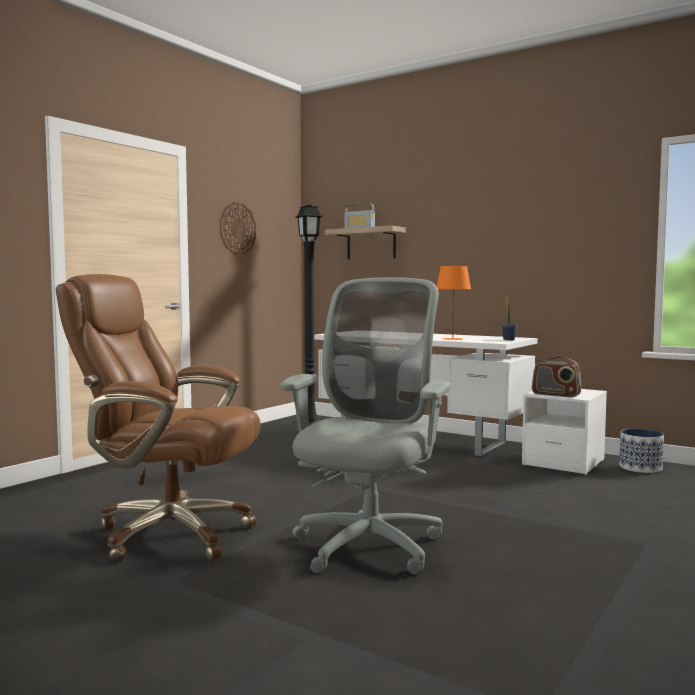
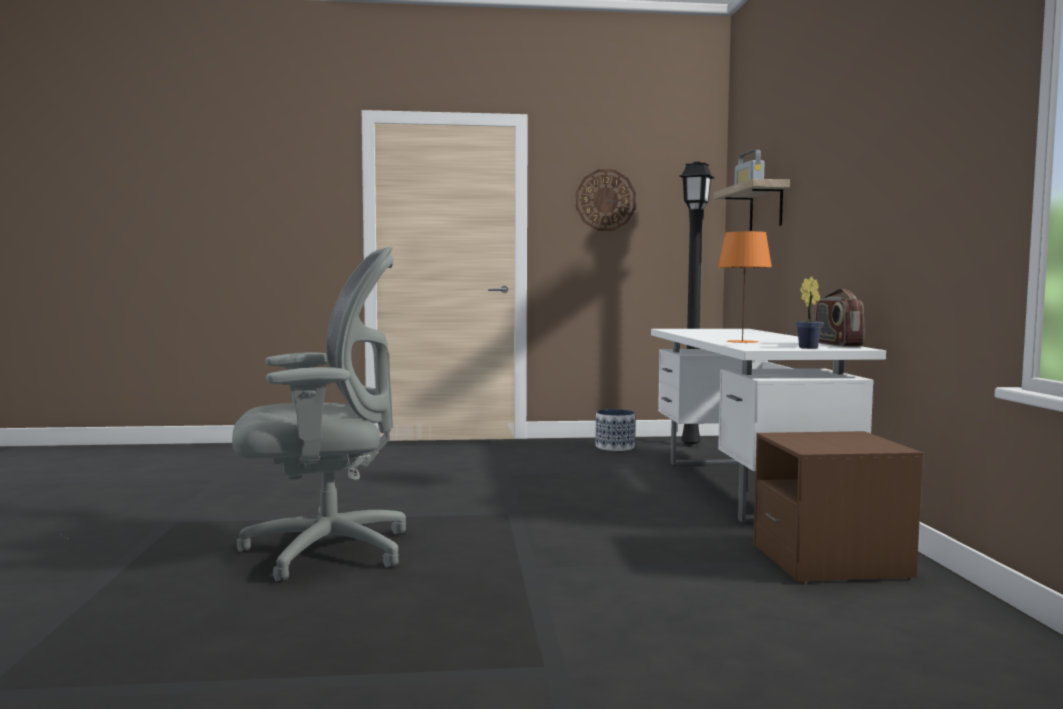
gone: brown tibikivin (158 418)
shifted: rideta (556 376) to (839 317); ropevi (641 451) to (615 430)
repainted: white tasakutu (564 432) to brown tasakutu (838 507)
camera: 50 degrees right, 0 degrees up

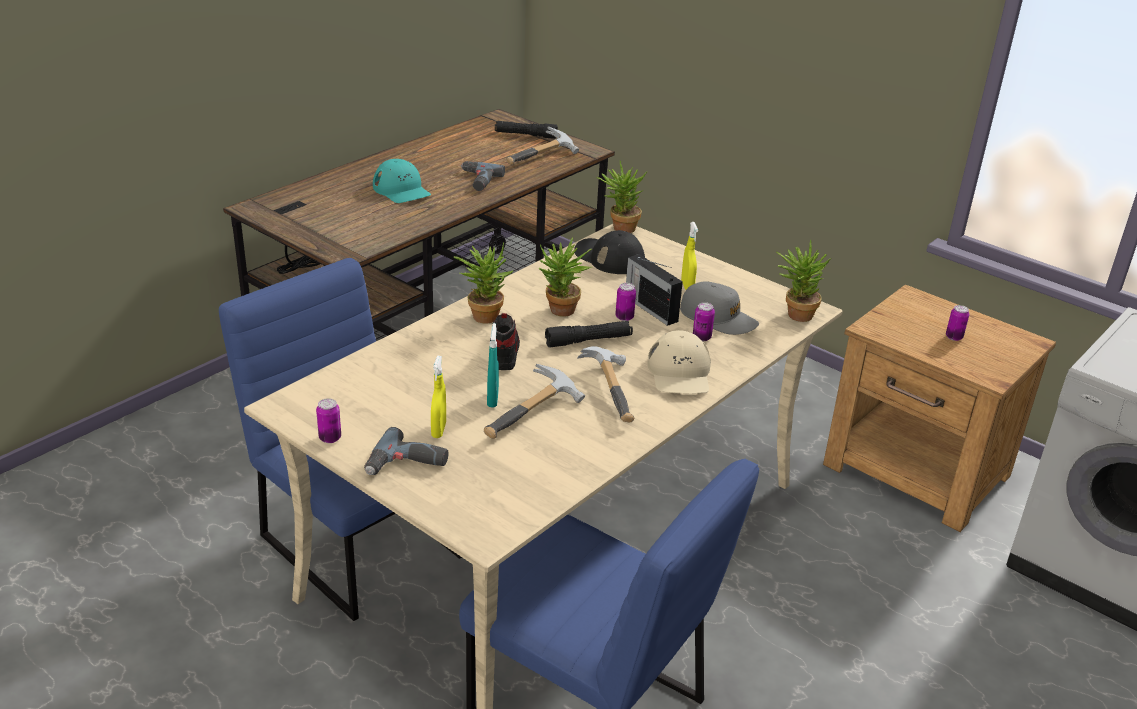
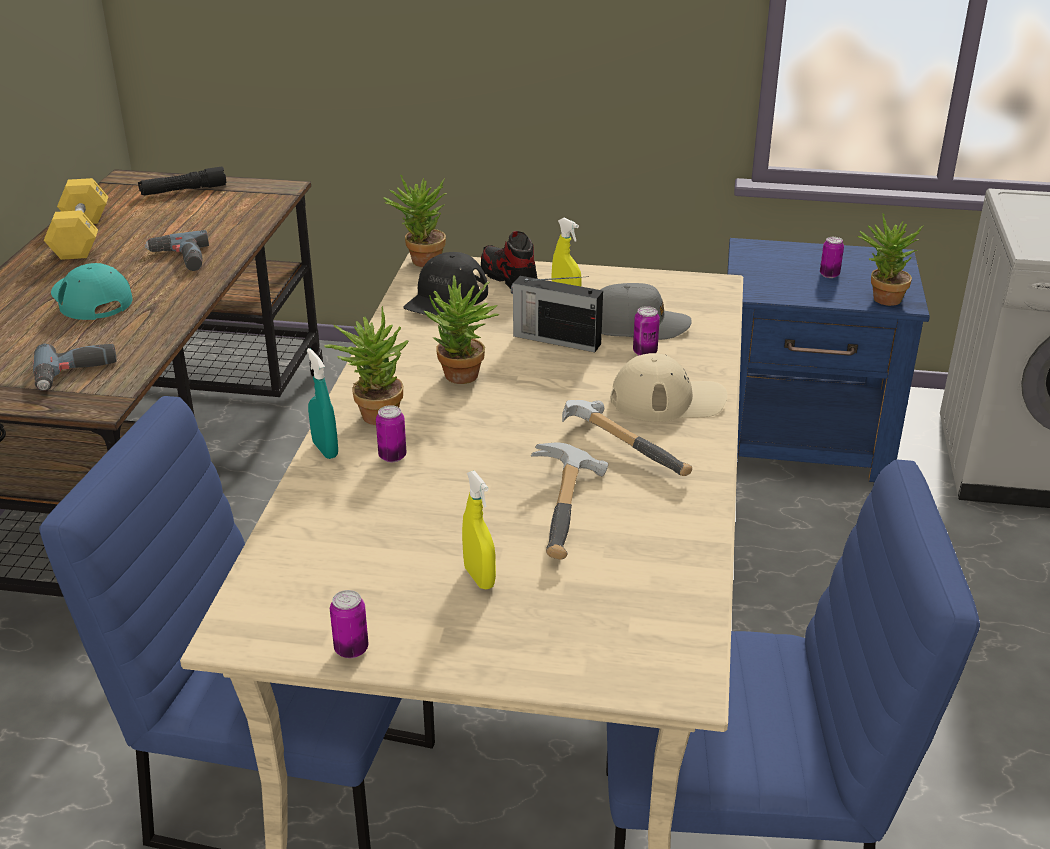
gone: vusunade (542 145); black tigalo (589 334)
new: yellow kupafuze (76 219)
shifted: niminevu (406 451) to (75 367); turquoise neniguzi (493 365) to (322 403); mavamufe (505 341) to (509 260); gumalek (625 302) to (391 433); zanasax (803 281) to (890 260)
repainted: brown tasakutu (939 408) to blue tasakutu (828 360)
rotated: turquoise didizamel (402 181) = (91 291) 150 degrees counterclockwise; black didizamel (609 252) = (445 284) 75 degrees counterclockwise; beige didizamel (679 362) = (669 387) 60 degrees counterclockwise
camera: 30 degrees left, 0 degrees up

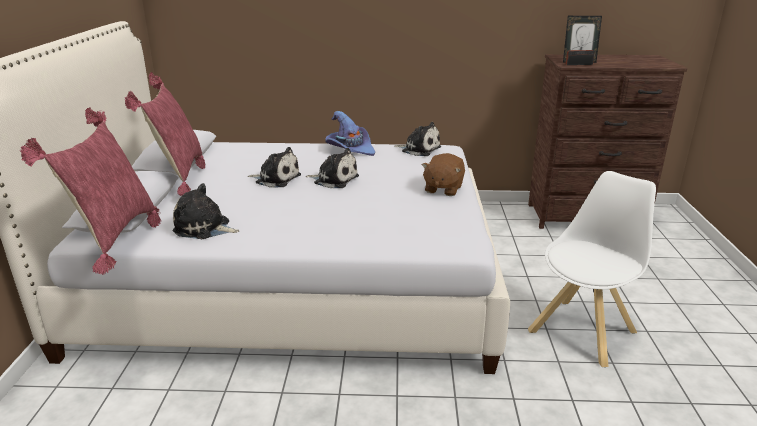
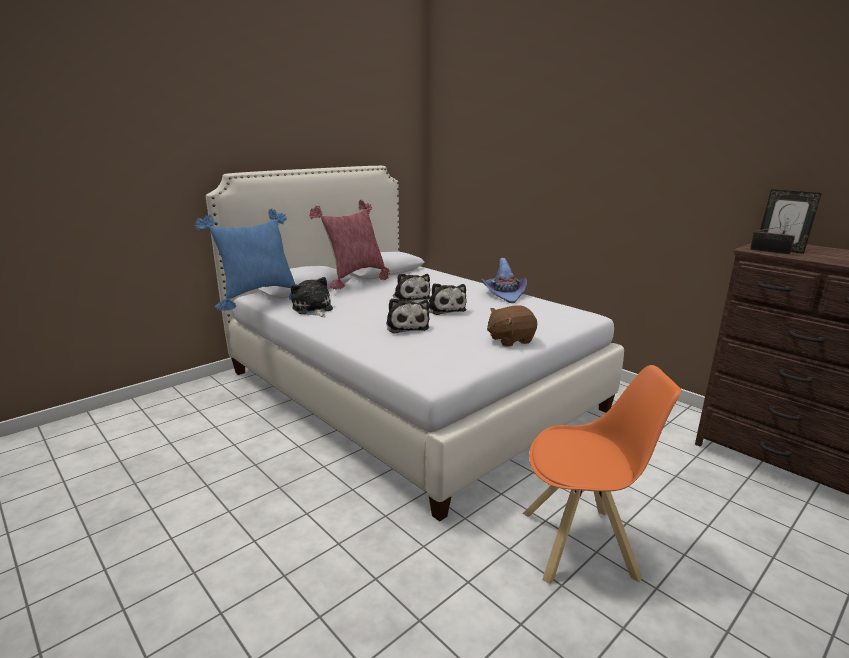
shifted: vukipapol (417 139) to (408 316)
repainted: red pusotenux (91 192) to blue pusotenux (245 259); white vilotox (592 269) to orange vilotox (602 474)
camera: 45 degrees right, 5 degrees down

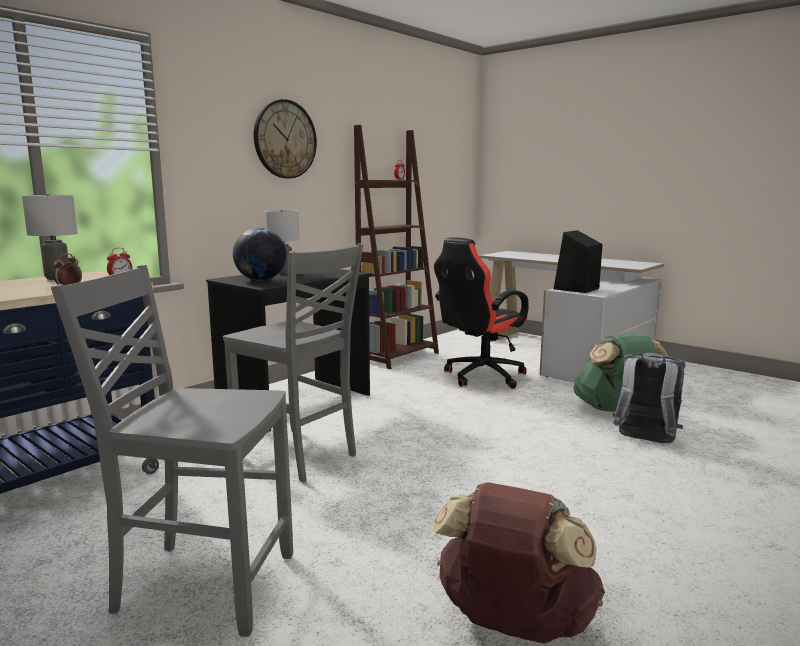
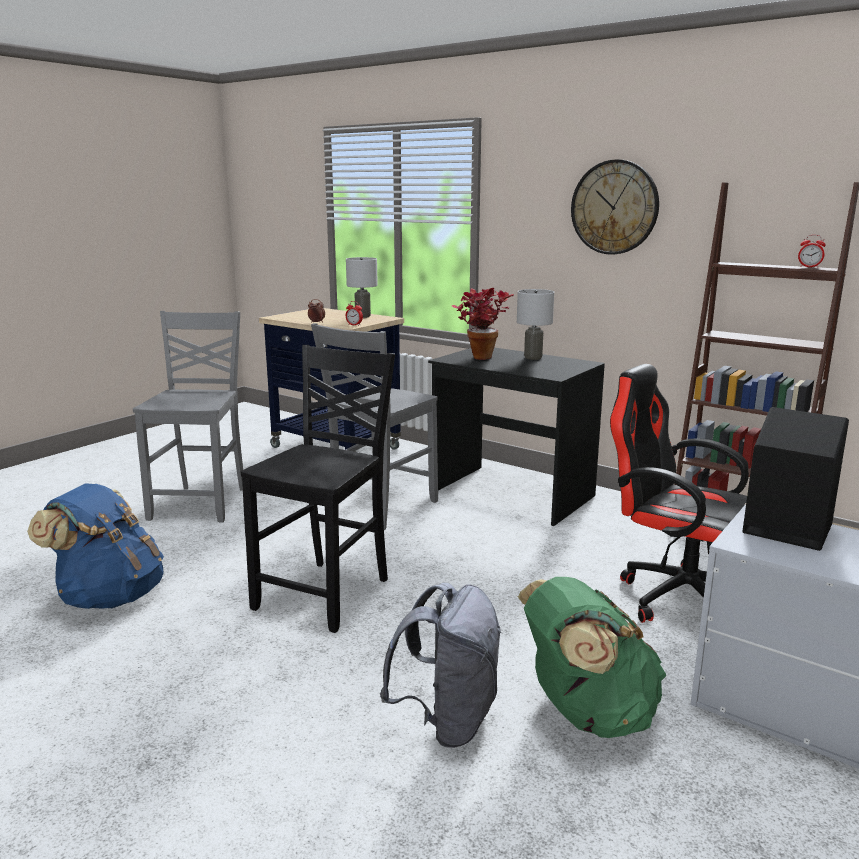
new: black vilotox (318 489)
swapped: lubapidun (260 254) to zanasax (483 324)
repainted: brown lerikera (518 563) to blue lerikera (95 546)
camera: 85 degrees right, 5 degrees up

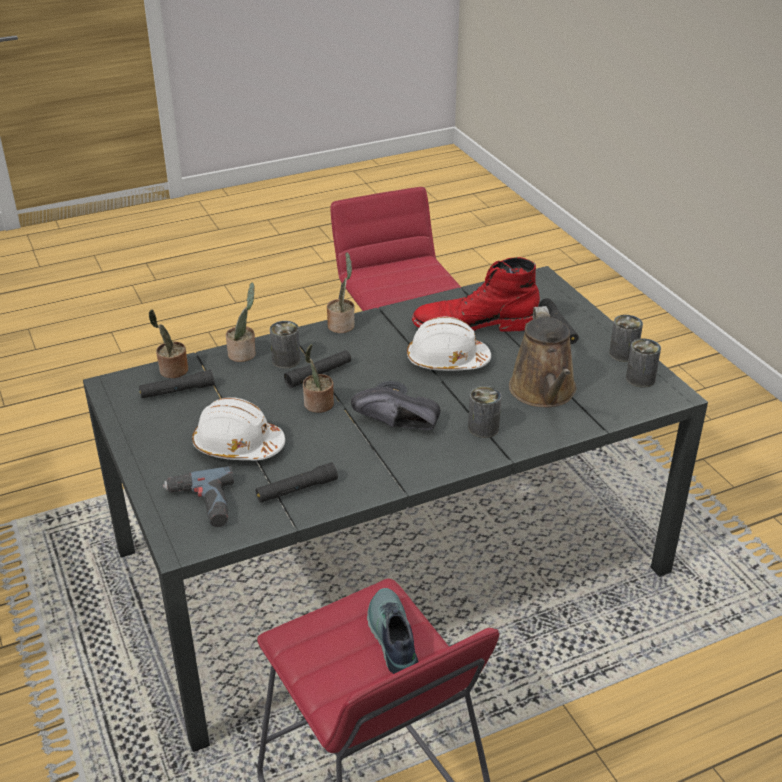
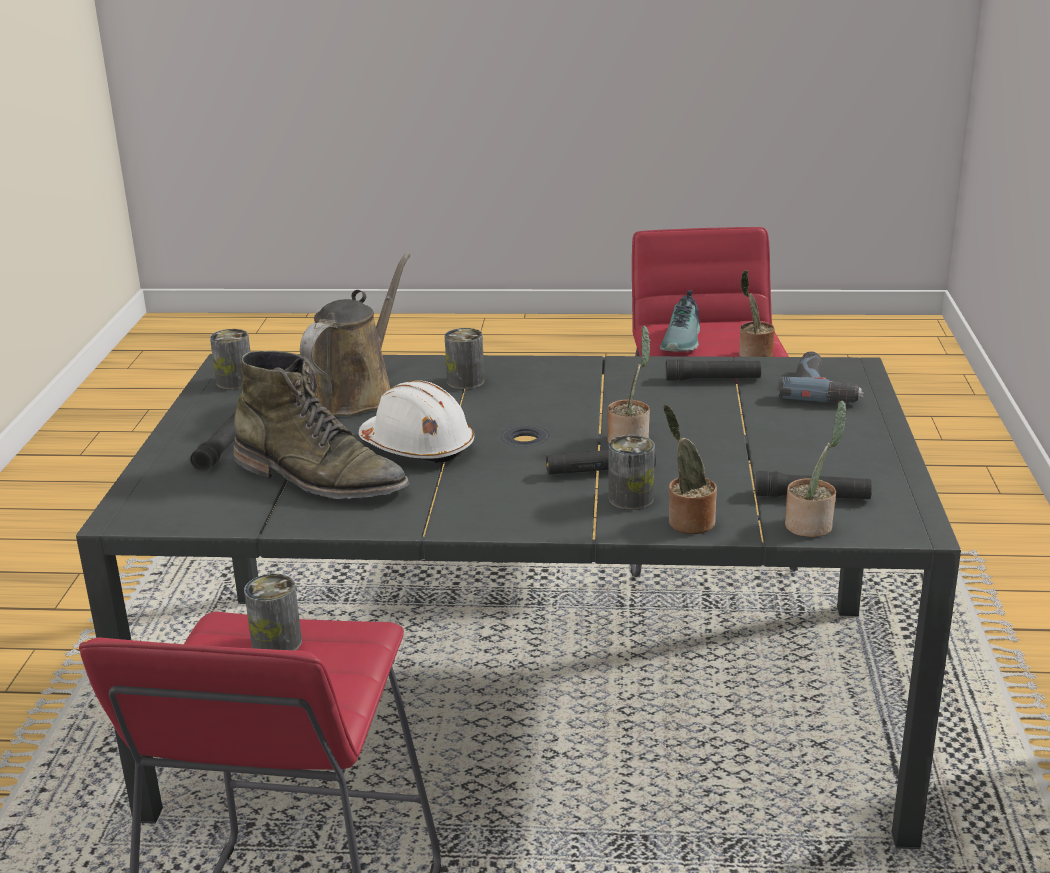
gone: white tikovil (238 428); black mavamufe (395 408)
shifted: zanasax (341 292) to (757 313); gumalek (626 338) to (273 612)
repainted: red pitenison (476 294) to green pitenison (322 425)
camera: 150 degrees left, 10 degrees down

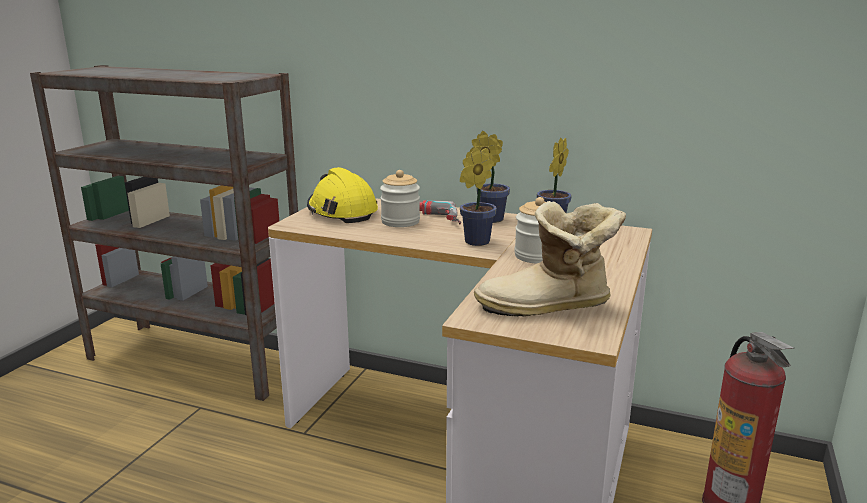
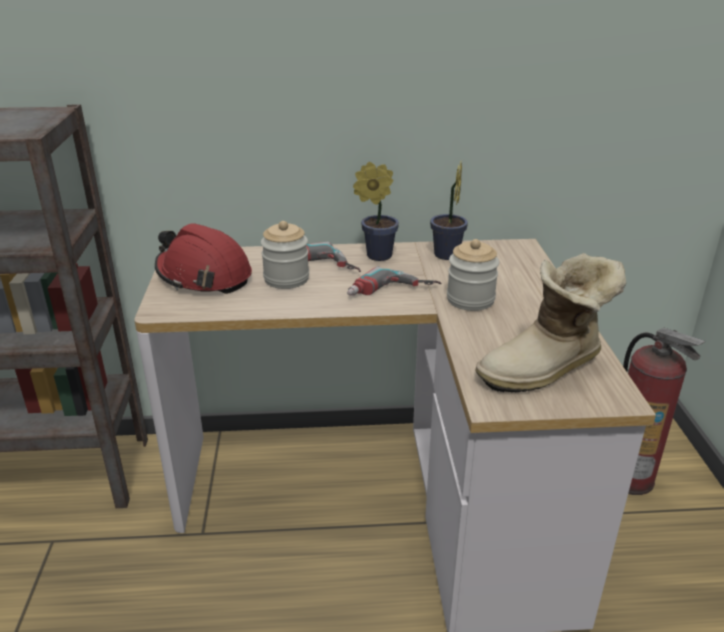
swapped: zanasax (478 196) to niminevu (394 281)
repainted: yellow tikovil (342 195) to red tikovil (203 258)
camera: 25 degrees left, 10 degrees up

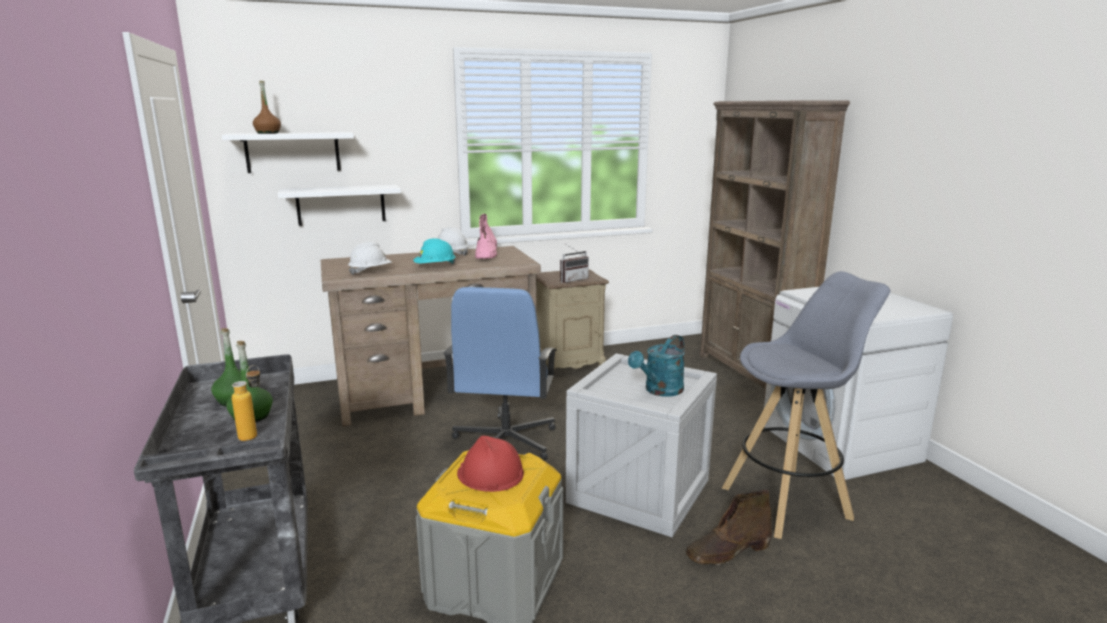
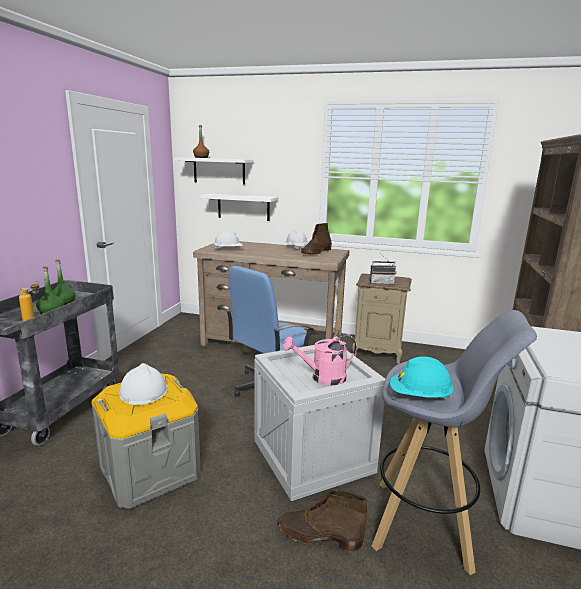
shifted: turquoise tikovil (434 251) to (422 377)
repainted: red tikovil (490 464) to white tikovil (143 384); pink pitenison (486 236) to brown pitenison (316 239); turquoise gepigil (656 366) to pink gepigil (319 359)
camera: 35 degrees right, 0 degrees up

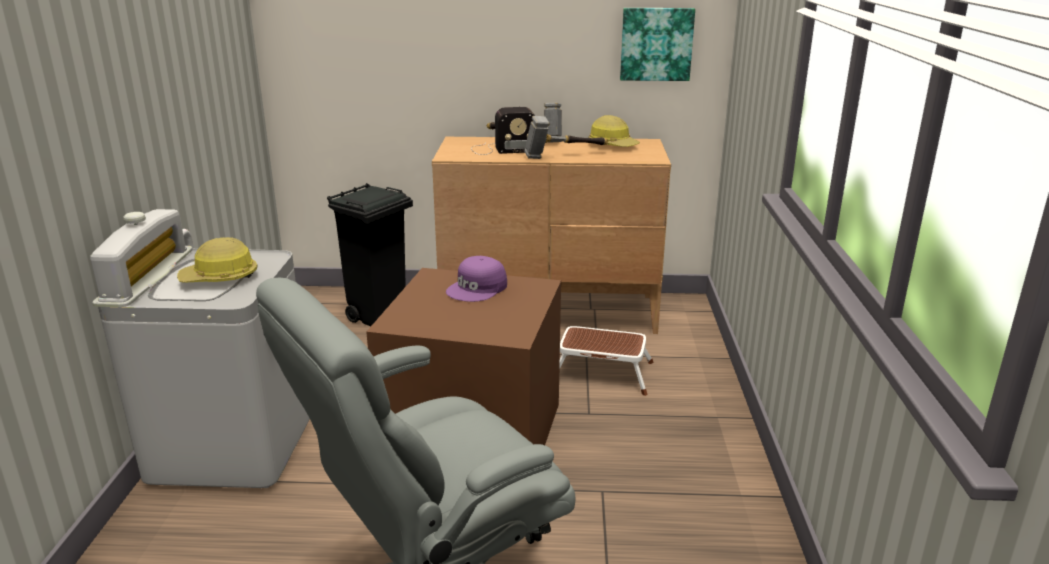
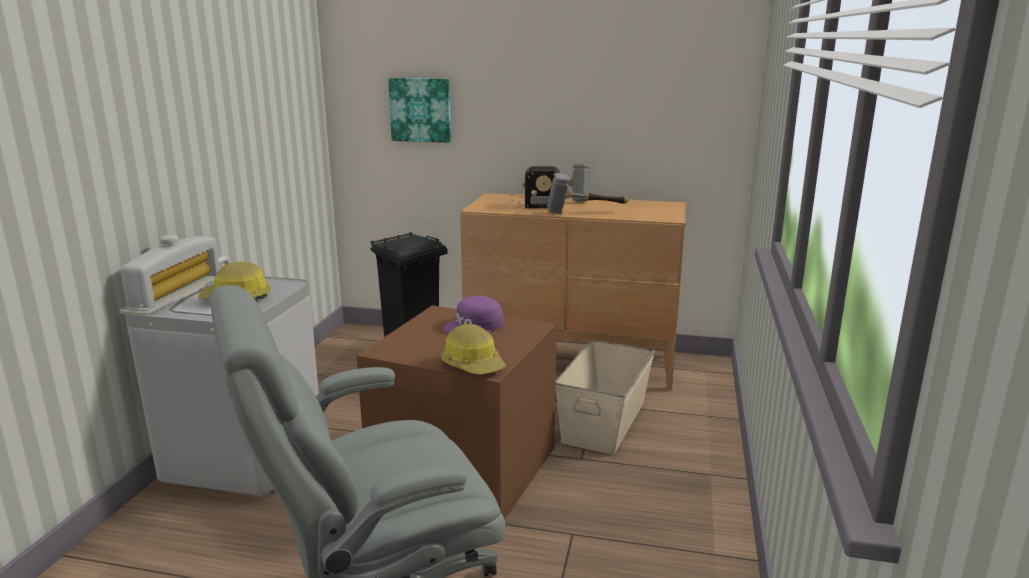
shifted: tikovil (614 131) to (473 349); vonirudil (657 44) to (419 110)
swapped: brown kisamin (606 361) to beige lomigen (605 397)
camera: 10 degrees right, 5 degrees down

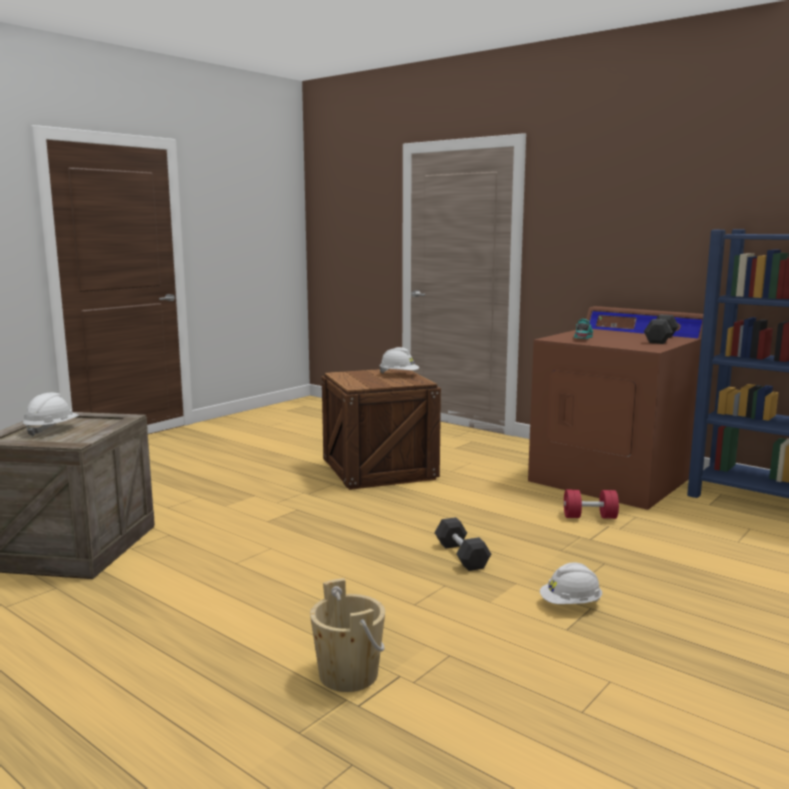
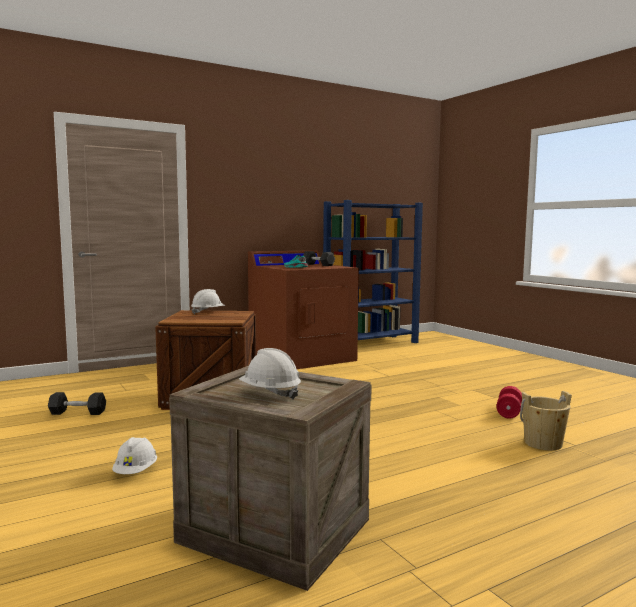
shifted: grey kupafuze (463 544) to (77 403); white tikovil (571 583) to (134 455); red kupafuze (591 504) to (509 402)
camera: 70 degrees left, 5 degrees down

